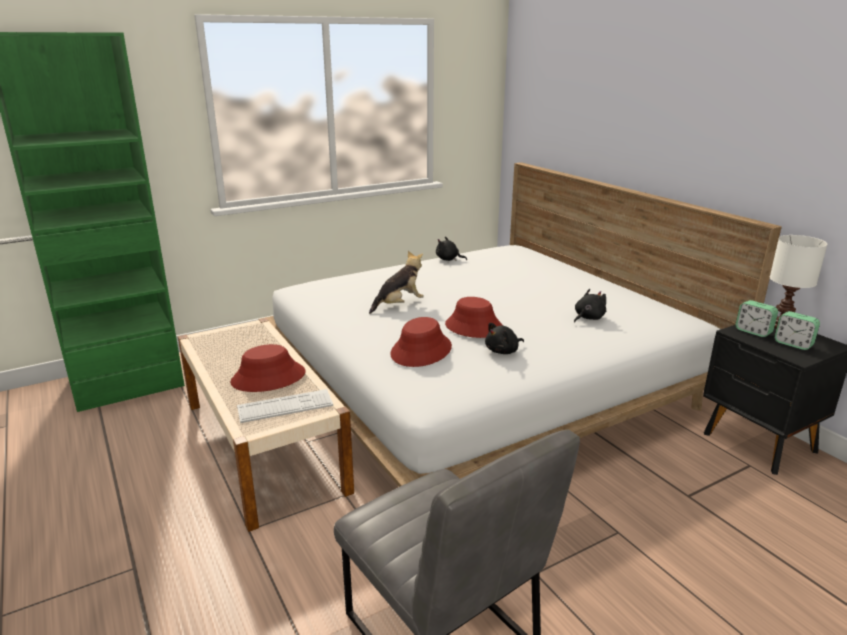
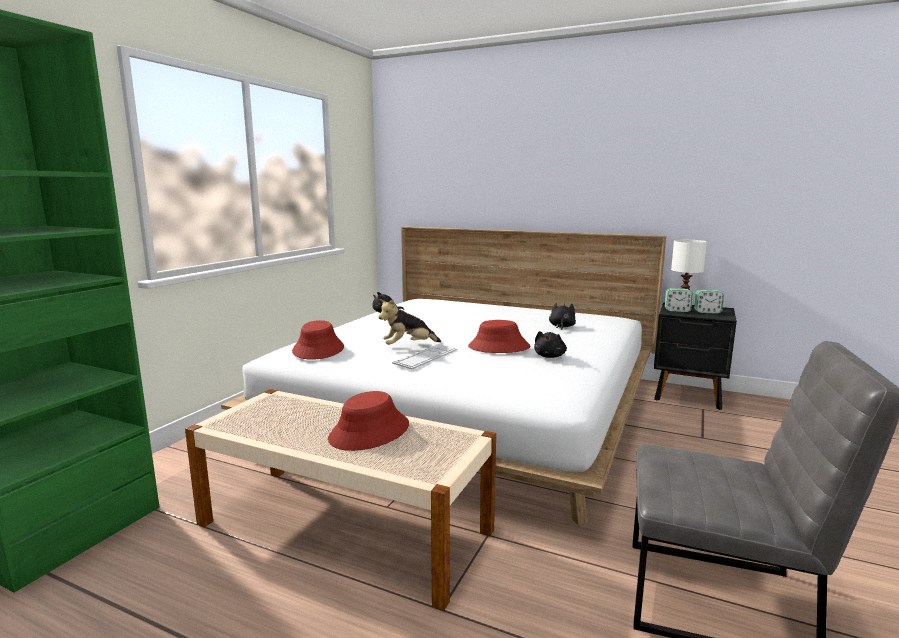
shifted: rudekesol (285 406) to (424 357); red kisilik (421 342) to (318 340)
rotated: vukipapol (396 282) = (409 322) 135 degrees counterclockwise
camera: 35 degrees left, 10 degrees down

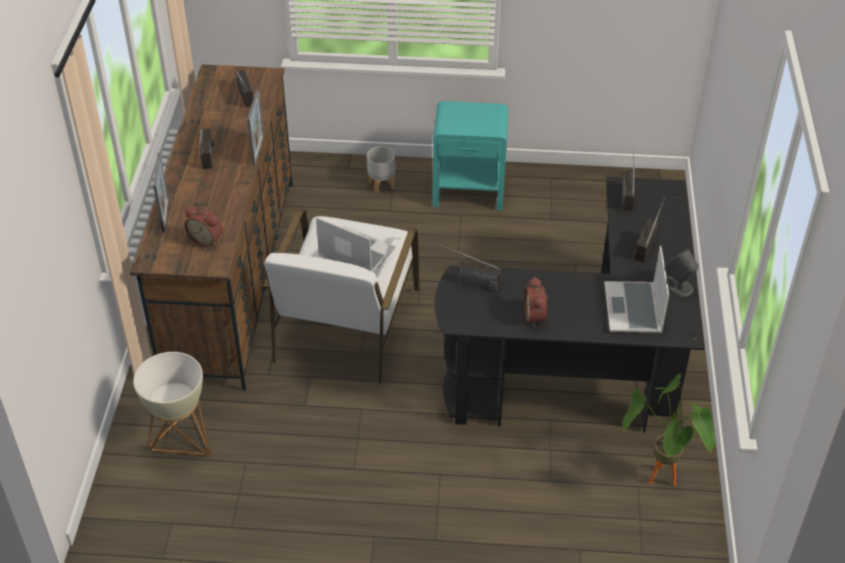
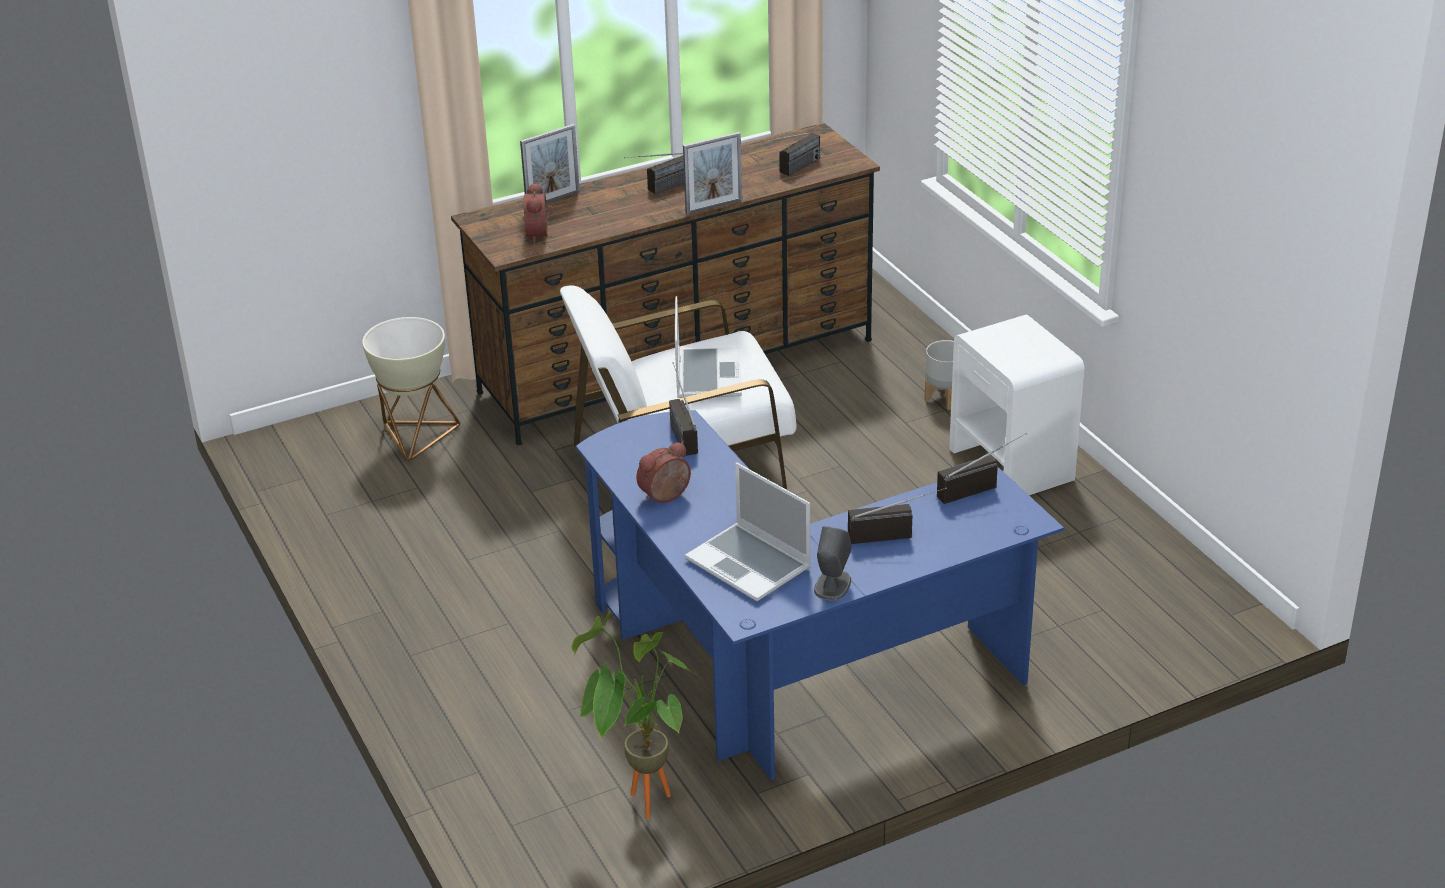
repainted: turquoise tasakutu (470 156) to white tasakutu (1017 405); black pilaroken (569 304) to blue pilaroken (820 595)
rotated: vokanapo (636 289) = (748 531) 105 degrees counterclockwise
camera: 60 degrees right, 10 degrees down

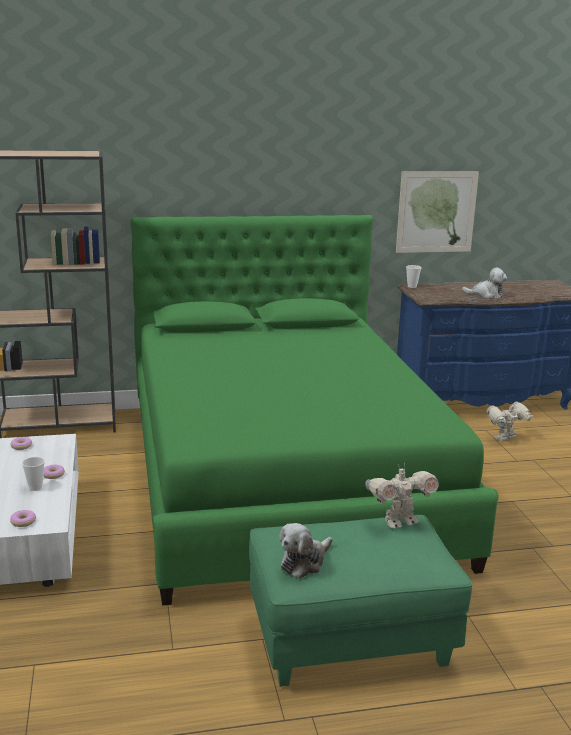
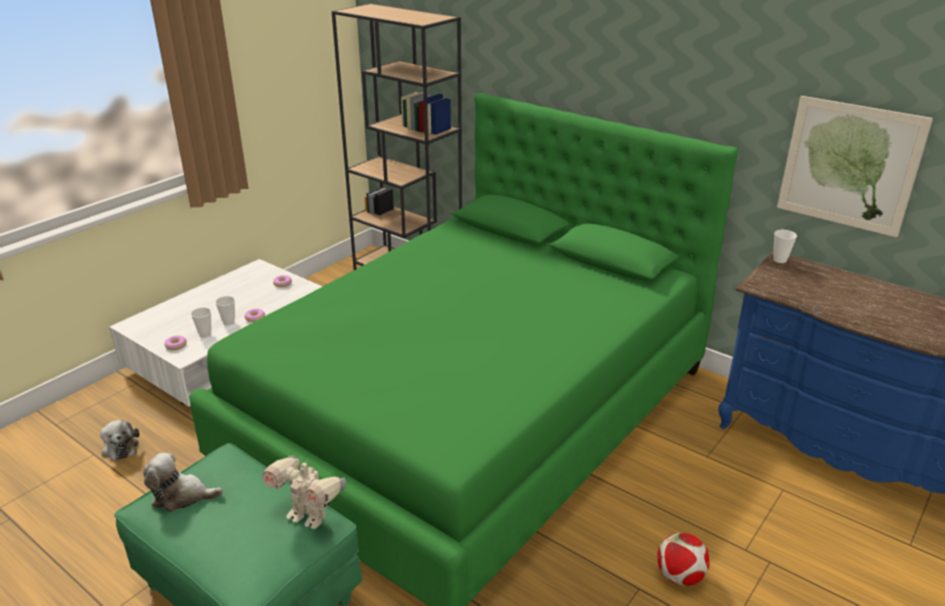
gone: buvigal (509 421)
new: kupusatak (201 322); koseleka (683 559)
shifted: vukipapol (484 283) to (119 440)
camera: 50 degrees right, 10 degrees up

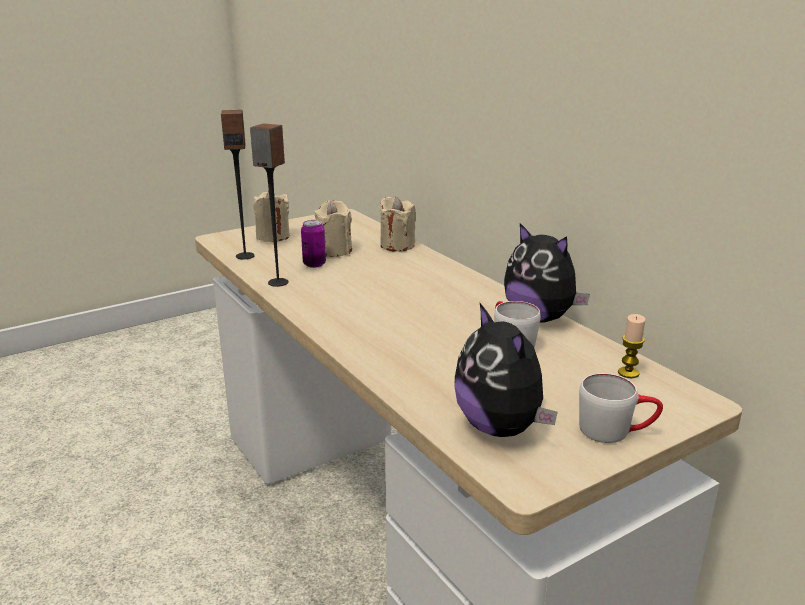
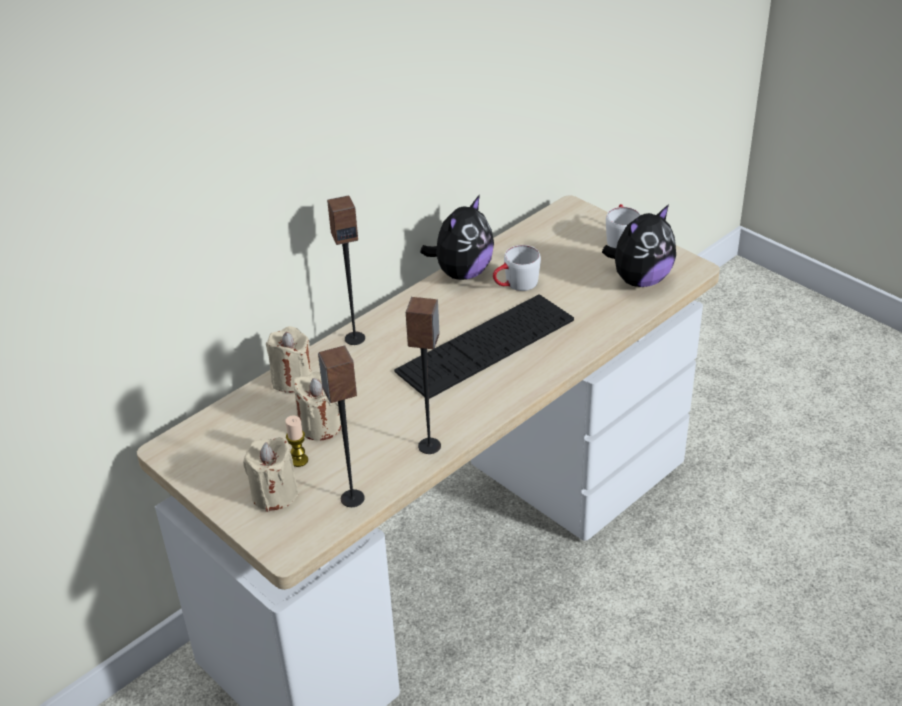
gone: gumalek (313 244)
new: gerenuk (346 270); rudekesol (484 346)
shifted: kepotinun (631 346) to (296 441)
camera: 100 degrees left, 15 degrees up

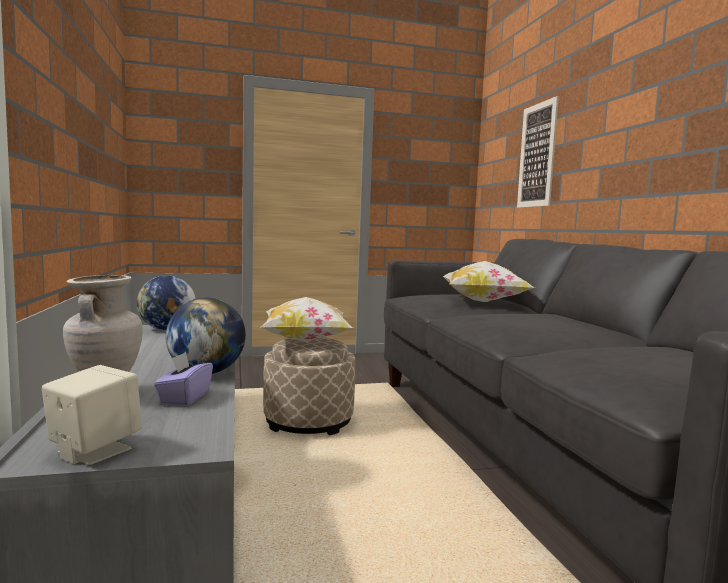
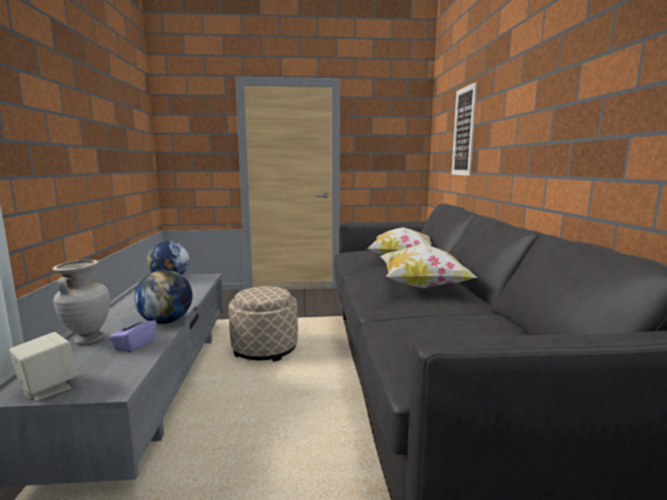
shifted: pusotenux (307 319) to (429 266)
camera: 10 degrees right, 5 degrees up

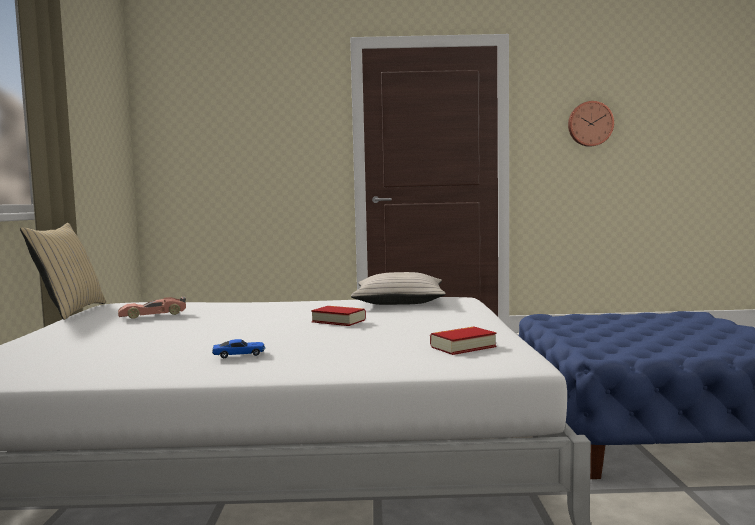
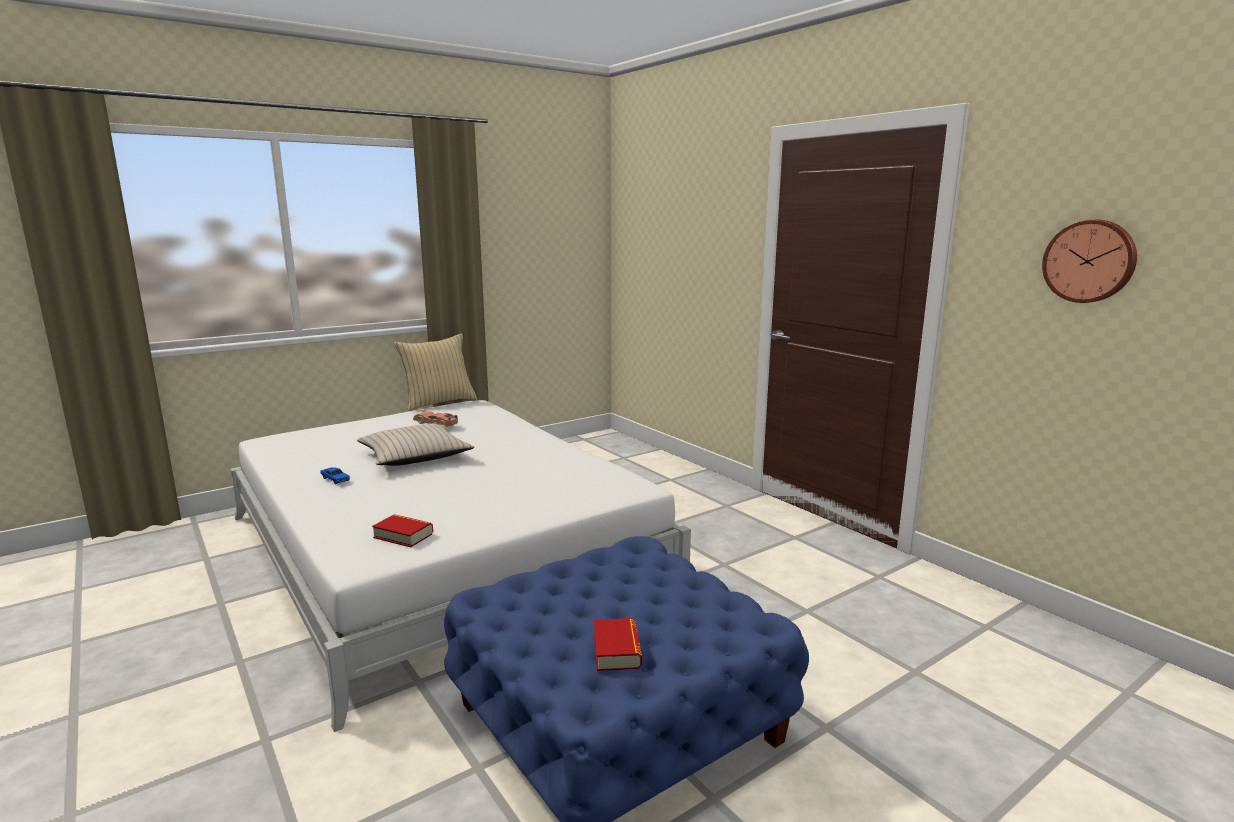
shifted: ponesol (338 316) to (618 644); beige pusotenux (398 288) to (415 444)
camera: 55 degrees right, 10 degrees up

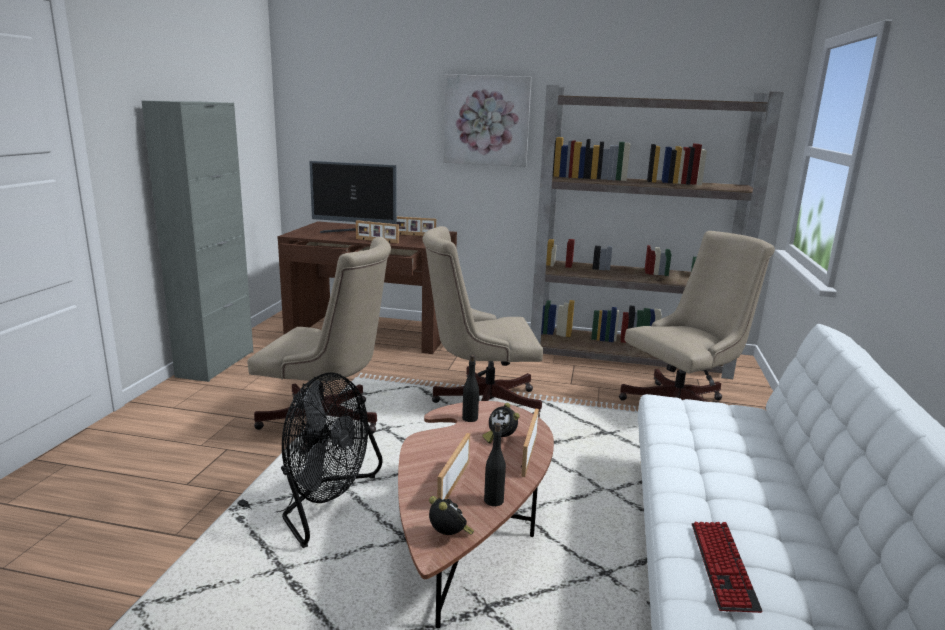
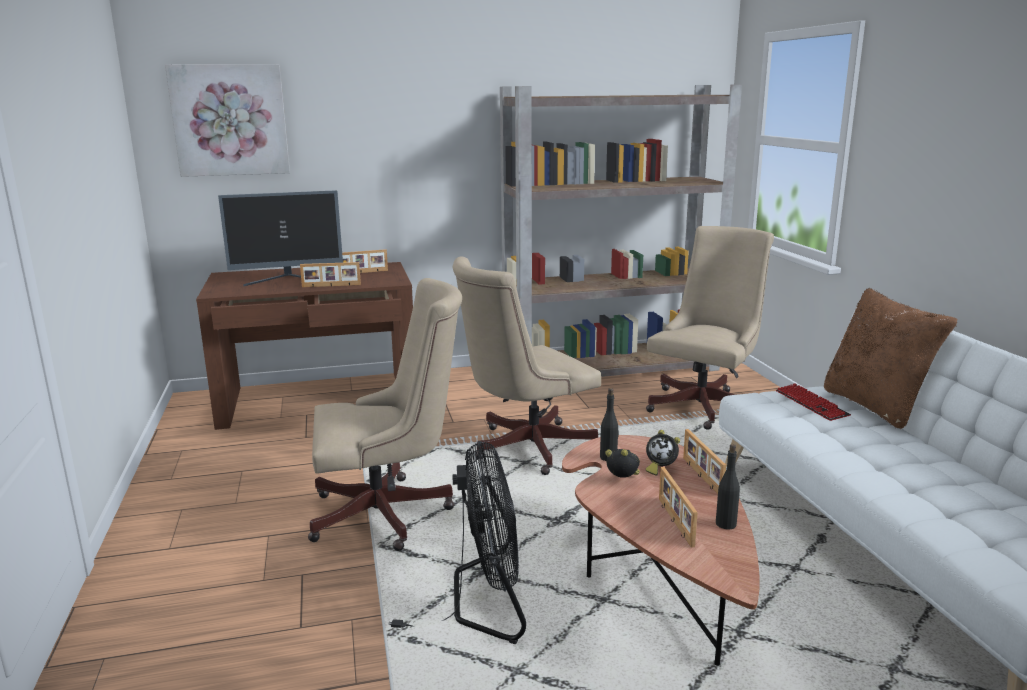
gone: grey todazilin (197 241)
new: brown pusotenux (891 358)
shifted: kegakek (451 515) to (622 463); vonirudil (488 120) to (227 120); rudekesol (727 567) to (813 402)
camera: 25 degrees left, 0 degrees up

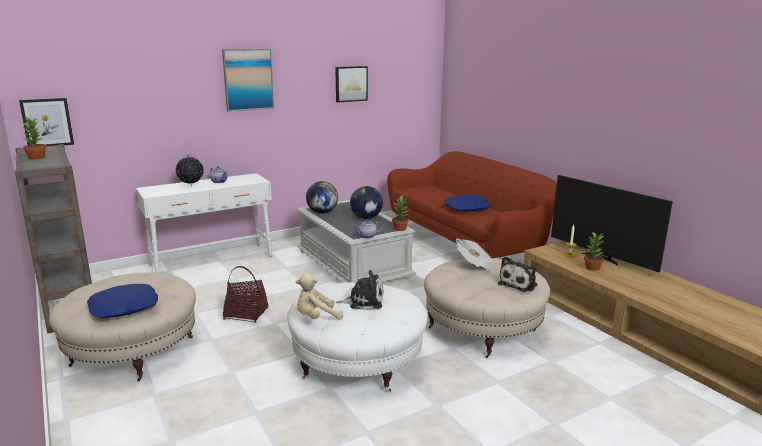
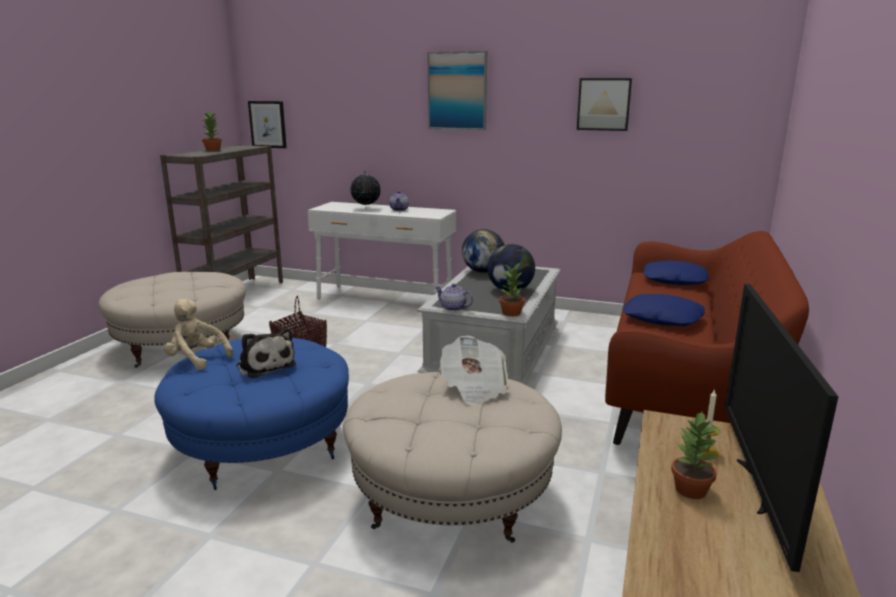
gone: vukipapol (518 274)
shifted: blue pusotenux (122 301) to (676 272)
repainted: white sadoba (357 337) to blue sadoba (251 414)
camera: 50 degrees right, 0 degrees up

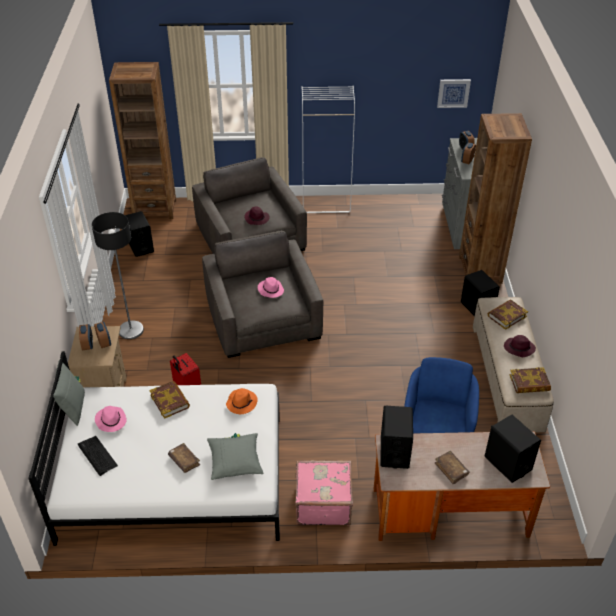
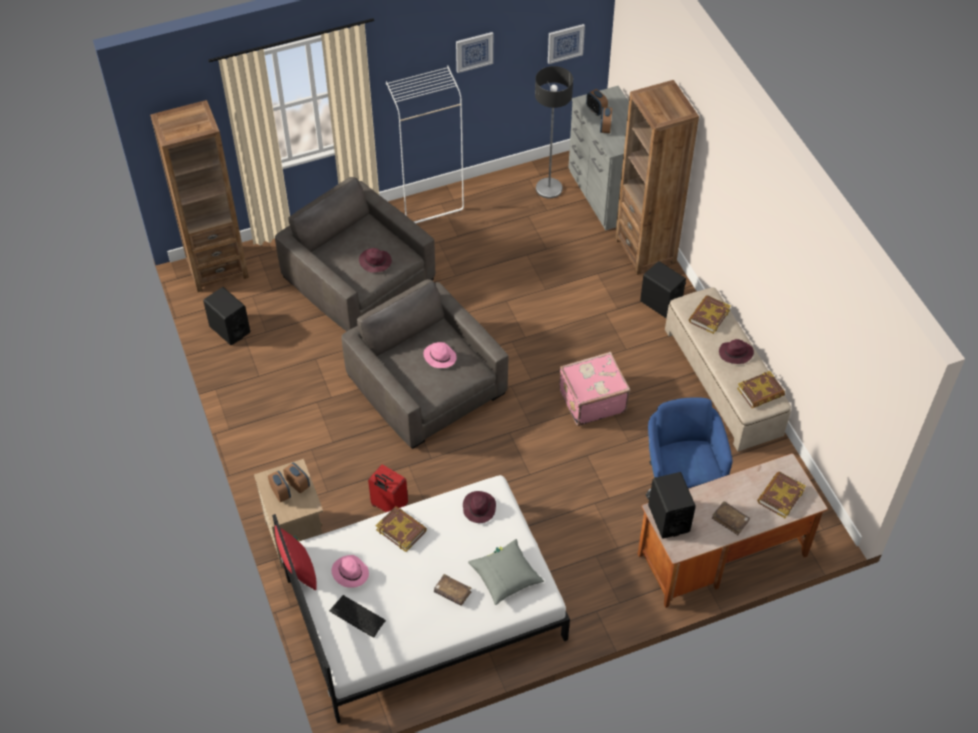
new: vonirudil (474 52)
shifted: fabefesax (118 275) to (554 132); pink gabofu (324 492) to (594 389)
swapped: black gerenuk (512 448) to ponesol (781 495)
repainted: grey pusotenux (69 393) to red pusotenux (296 557); orange kisilik (242 401) to purple kisilik (479 507)
camera: 20 degrees left, 10 degrees up

